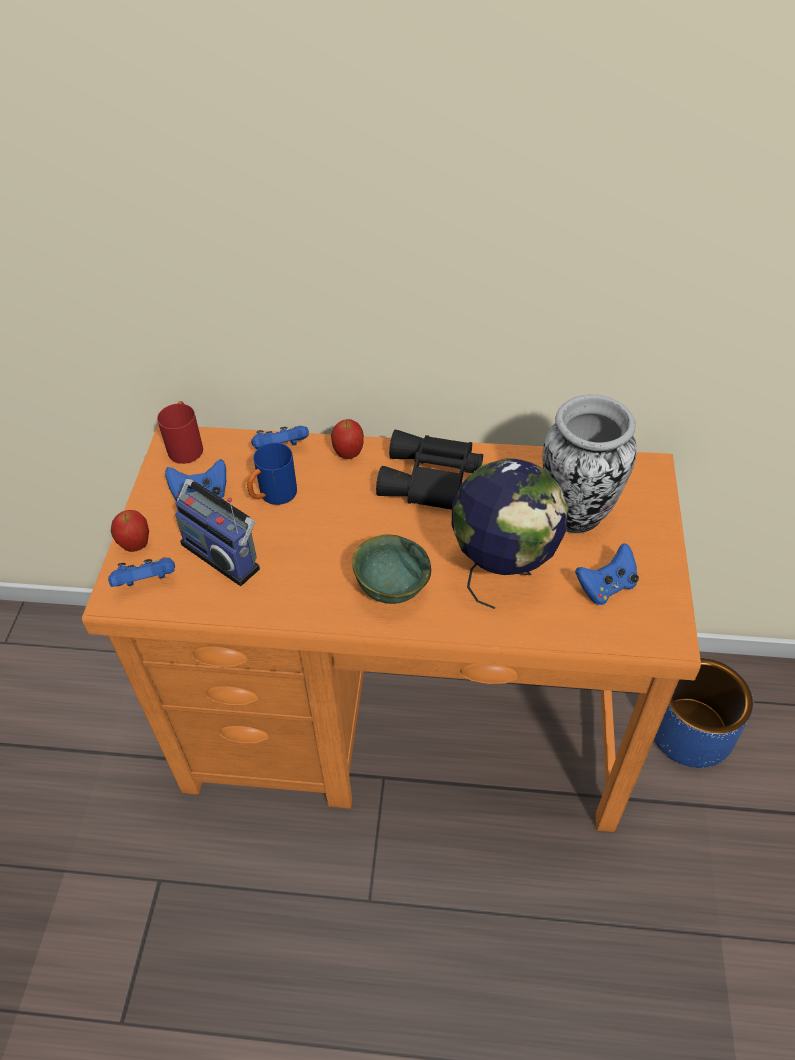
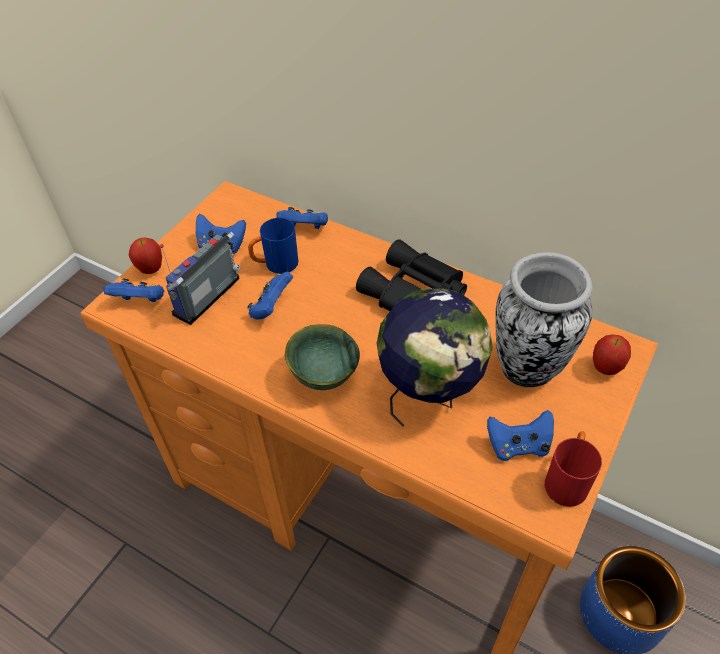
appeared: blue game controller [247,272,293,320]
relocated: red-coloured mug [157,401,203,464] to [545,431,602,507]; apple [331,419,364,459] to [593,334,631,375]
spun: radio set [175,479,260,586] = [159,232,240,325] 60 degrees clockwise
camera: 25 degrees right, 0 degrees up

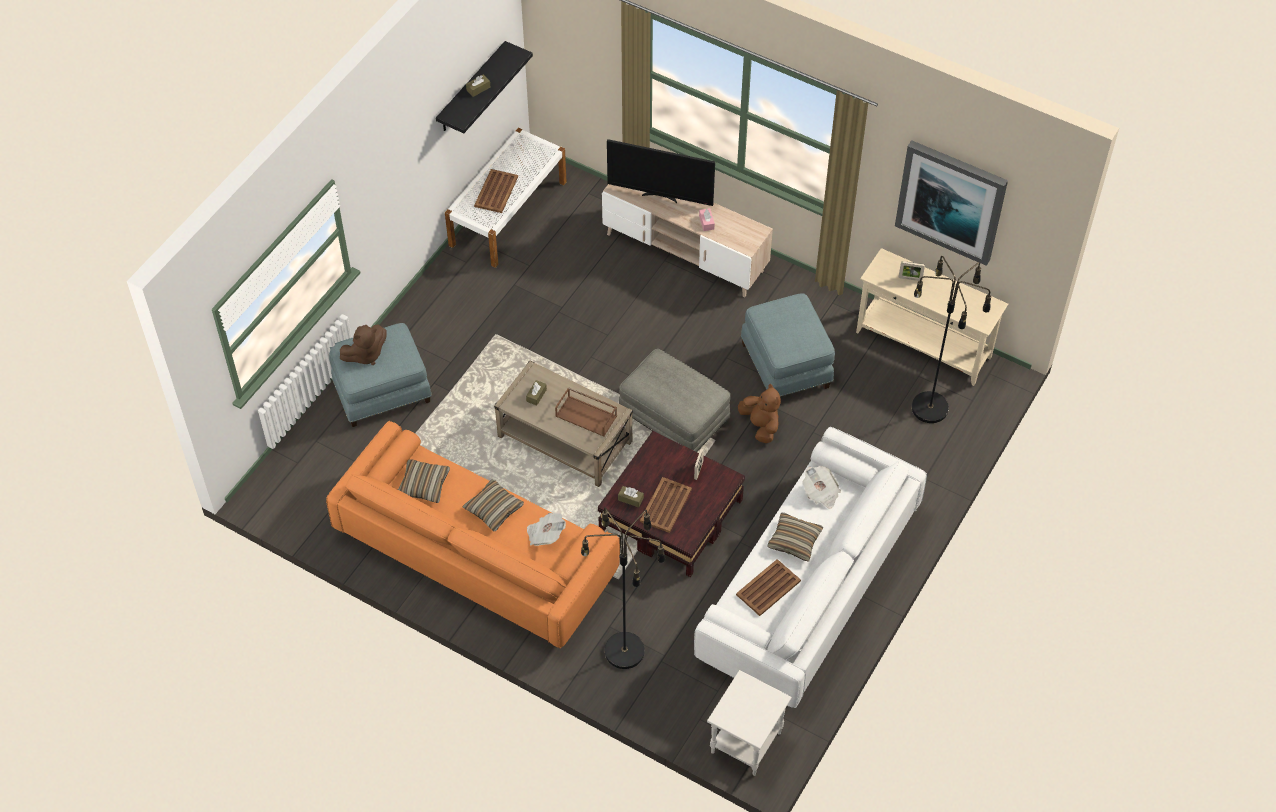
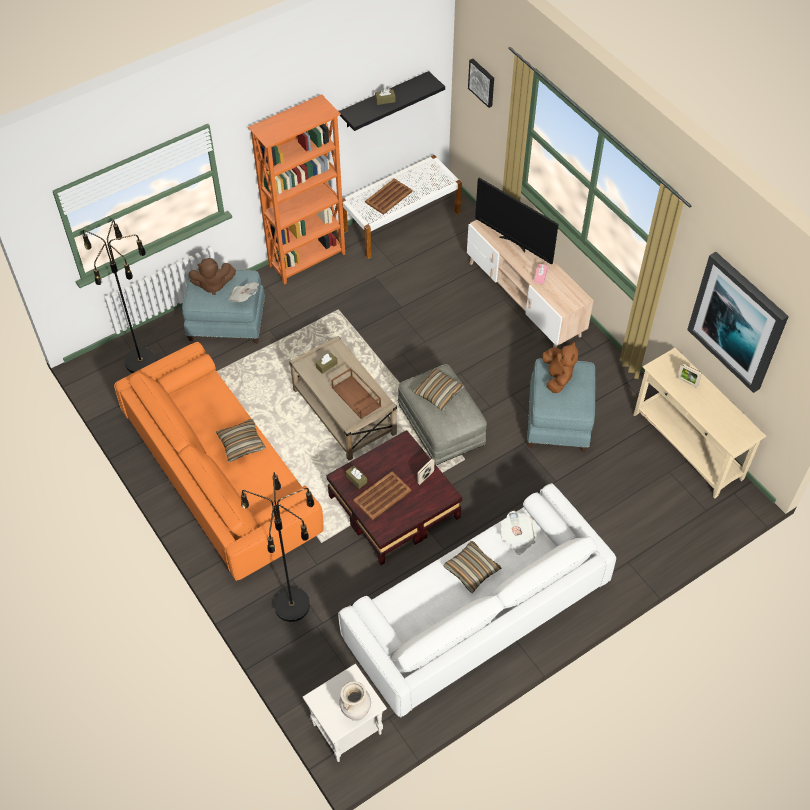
missing: brownish tray [736,559,801,616]
appeared: orange bookshelf [248,94,345,285]; beige vase [339,681,371,721]; wall picture [468,59,494,108]
relocated: cushion [398,459,450,503] to [412,368,464,411]; daily paper [527,513,566,546] to [228,282,259,302]; brownish soft toy [738,384,781,443] to [542,341,578,393]; standing lamp [912,256,991,423] to [82,220,157,373]
camera: 25 degrees right, 0 degrees up

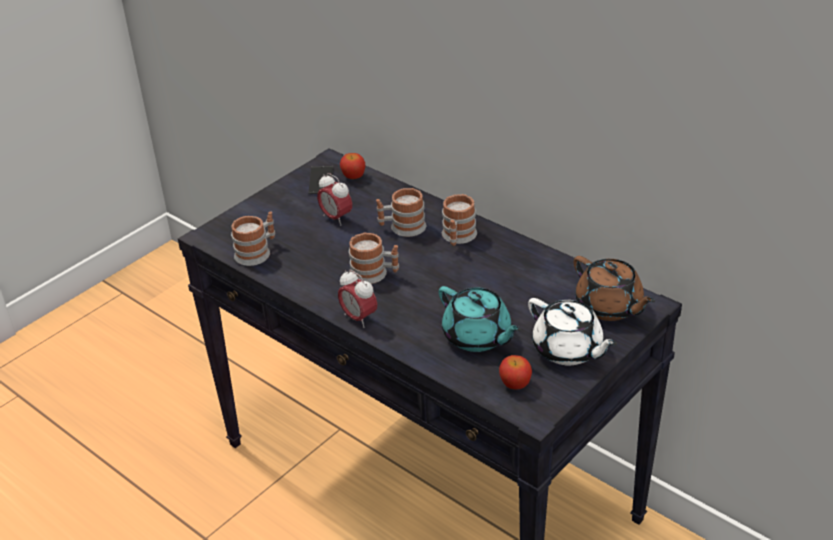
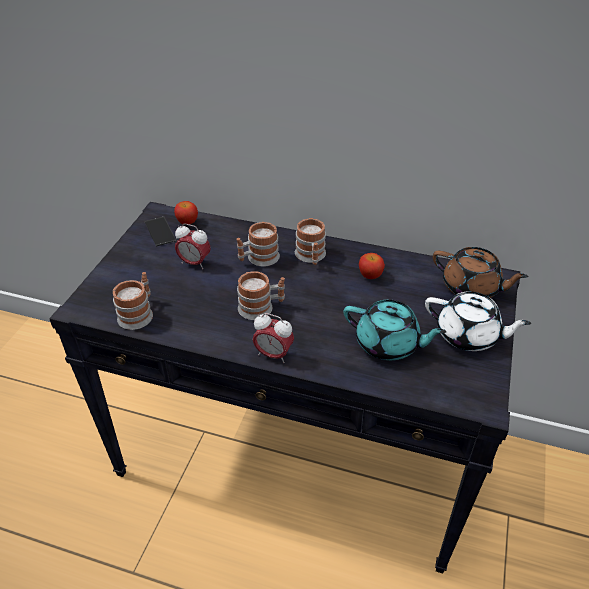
relocated: apple [499,355,532,389] to [359,253,385,279]
camera: 25 degrees left, 5 degrees up

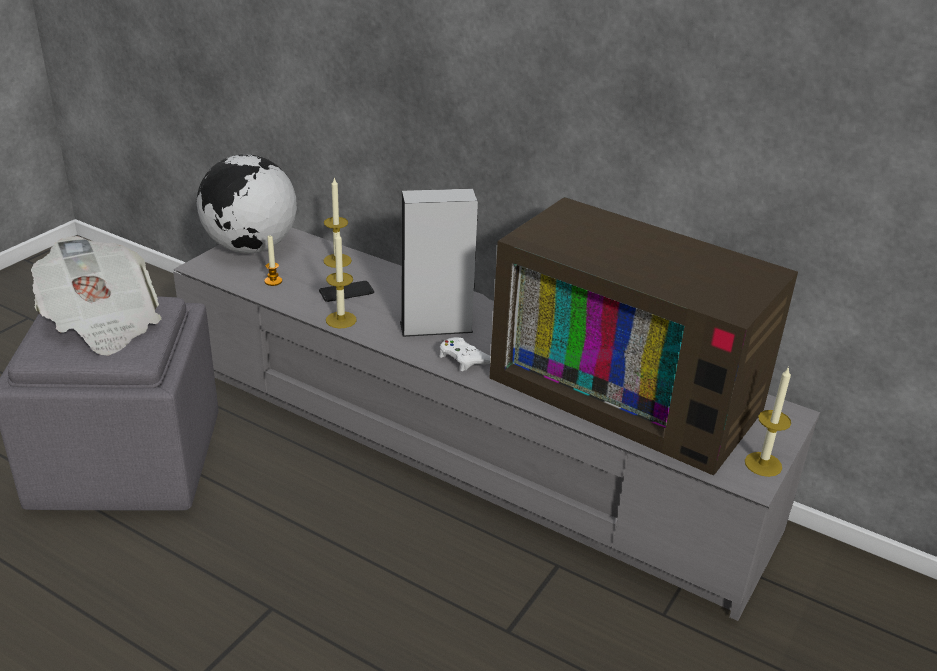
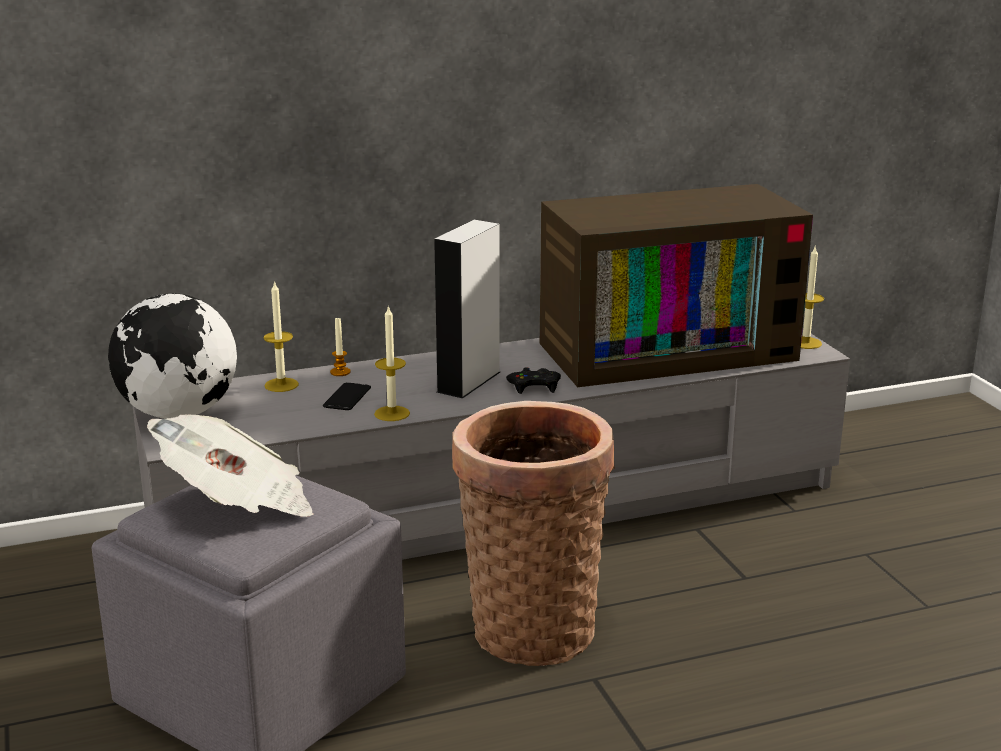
appeared: basket [452,401,615,666]
relocated: candle [264,235,282,286] to [330,316,351,376]
colour: whitish game controller [440,337,491,371] to blackish game controller [506,367,561,394]
camera: 50 degrees left, 10 degrees down

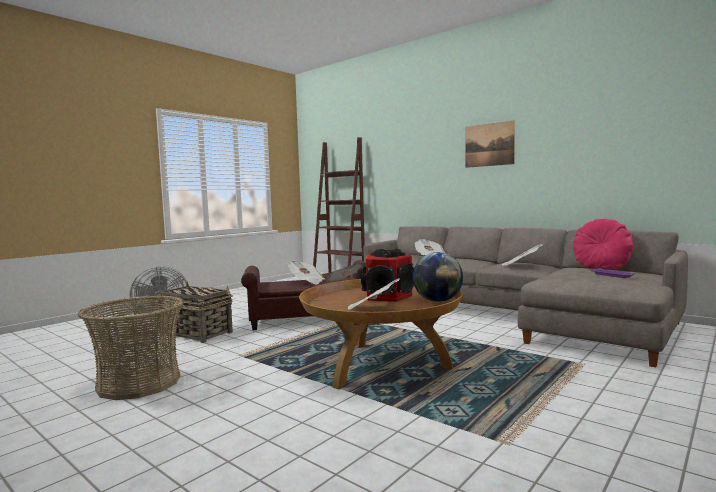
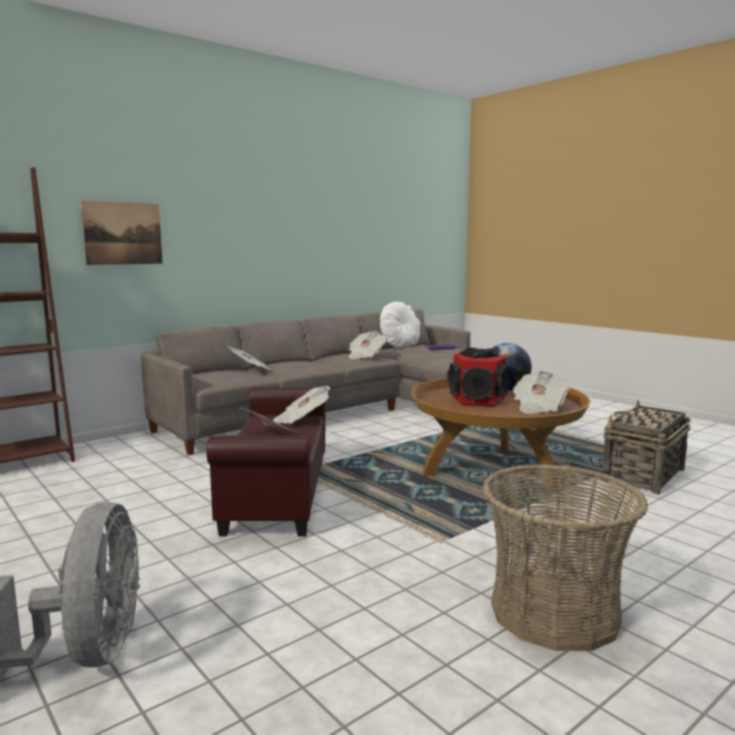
relocated: basket [157,281,233,343] to [602,399,691,494]; wall picture [465,120,515,168] to [81,201,163,265]
colour: pinkish cushion [573,219,634,269] to whitish cushion [380,302,420,348]
camera: 80 degrees left, 5 degrees up

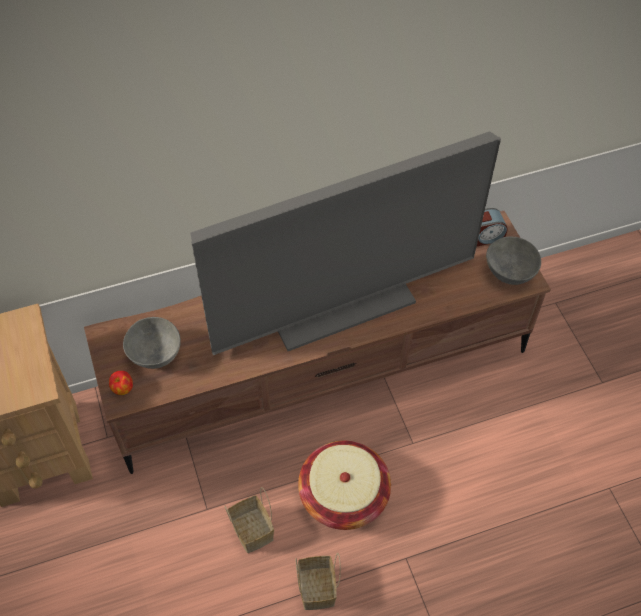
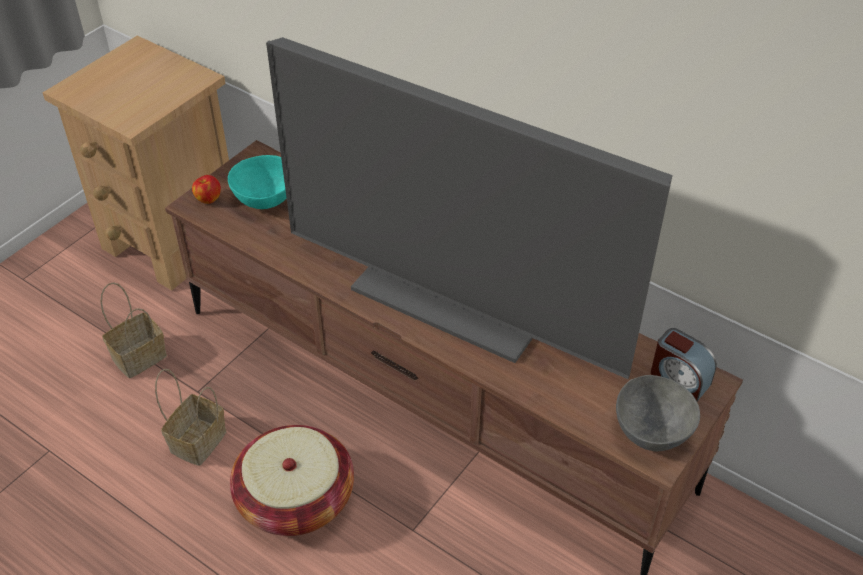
relocated: basket [296,553,341,610] to [100,282,167,378]
colour: greyish deep dish [123,317,181,369] to turquoise deep dish [228,155,286,209]
camera: 55 degrees right, 10 degrees down

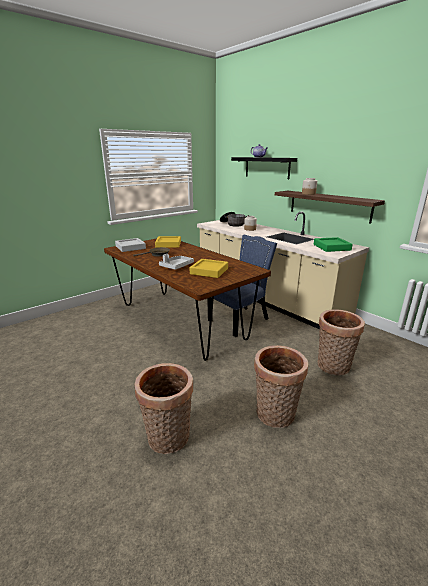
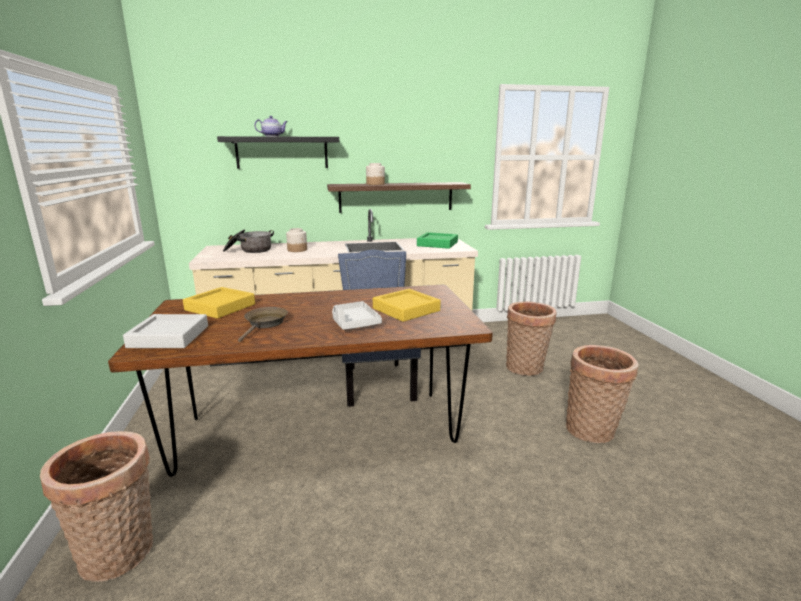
relocated: basket [135,363,193,454] to [40,431,153,582]
camera: 60 degrees left, 5 degrees down

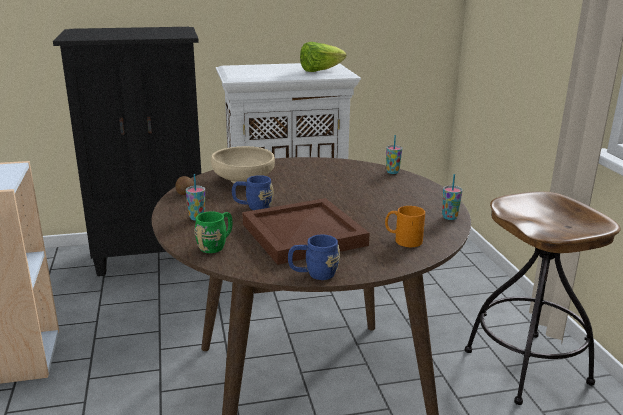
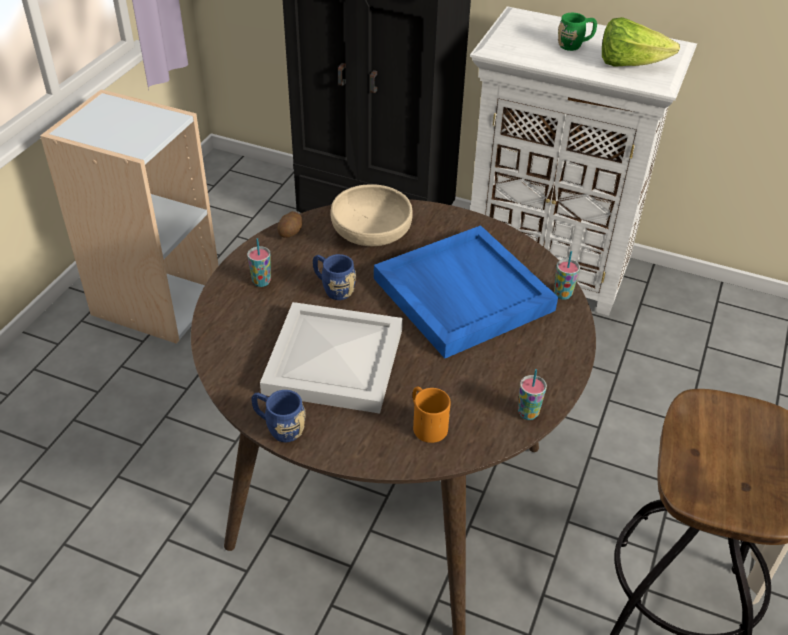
appeared: blue tray [374,225,558,359]
relocated: green mug [194,211,232,253] to [558,13,597,51]
colour: brownish tray [242,198,370,265] to whitish tray [260,302,403,414]
camera: 35 degrees right, 20 degrees up

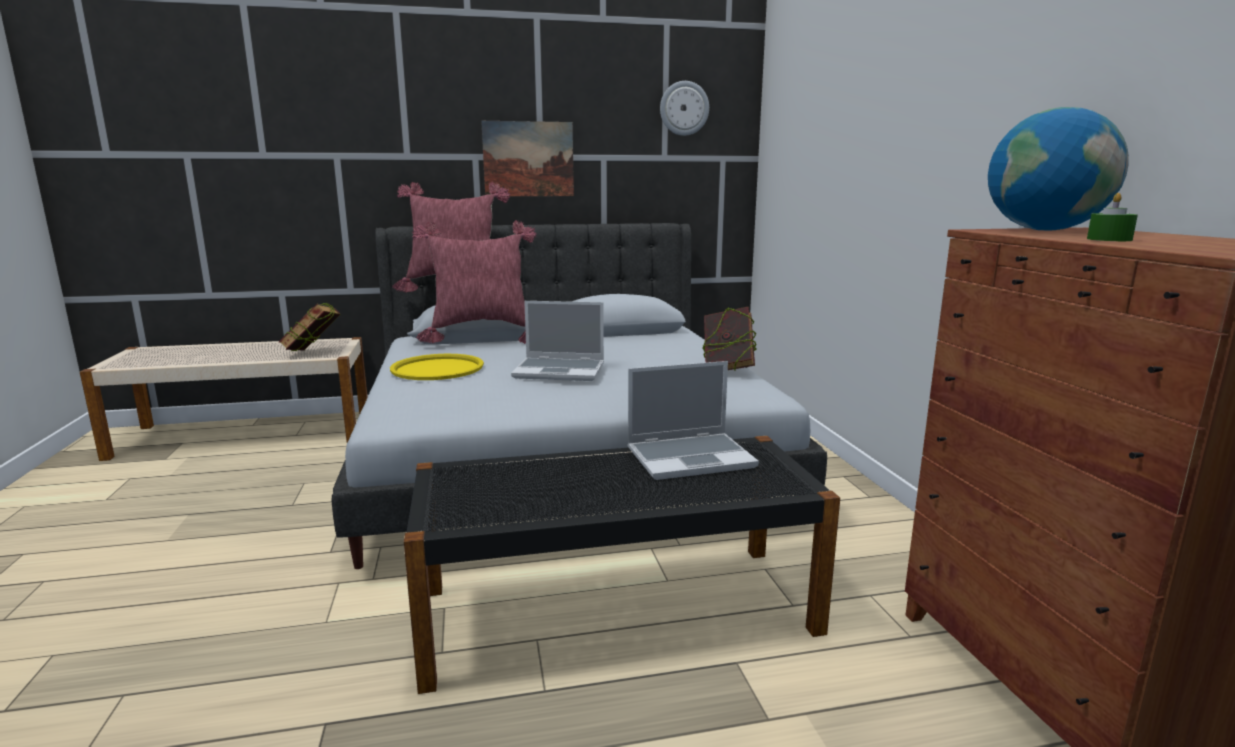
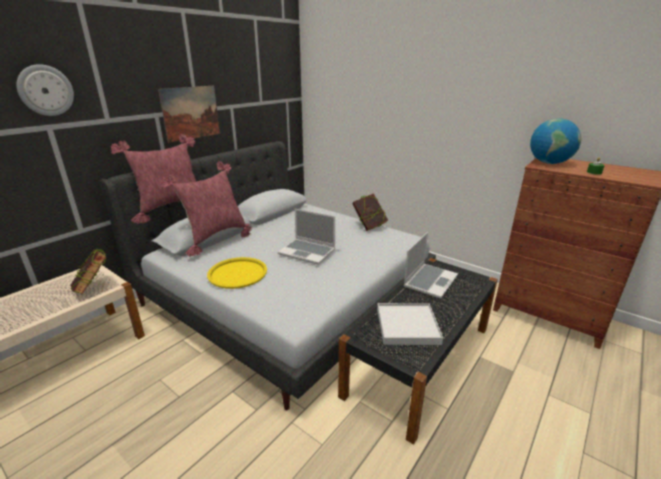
appeared: whitish tray [377,303,443,345]
relocated: clock on the wall [660,81,709,136] to [16,64,74,116]
spun: laptop [511,301,604,381] = [278,209,335,265] 60 degrees clockwise
camera: 40 degrees left, 10 degrees up

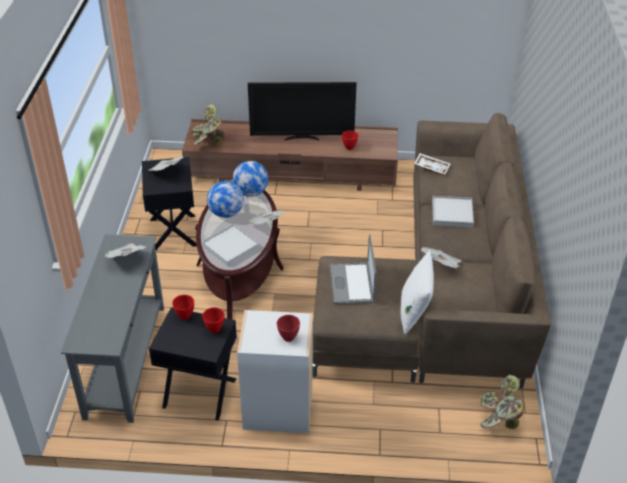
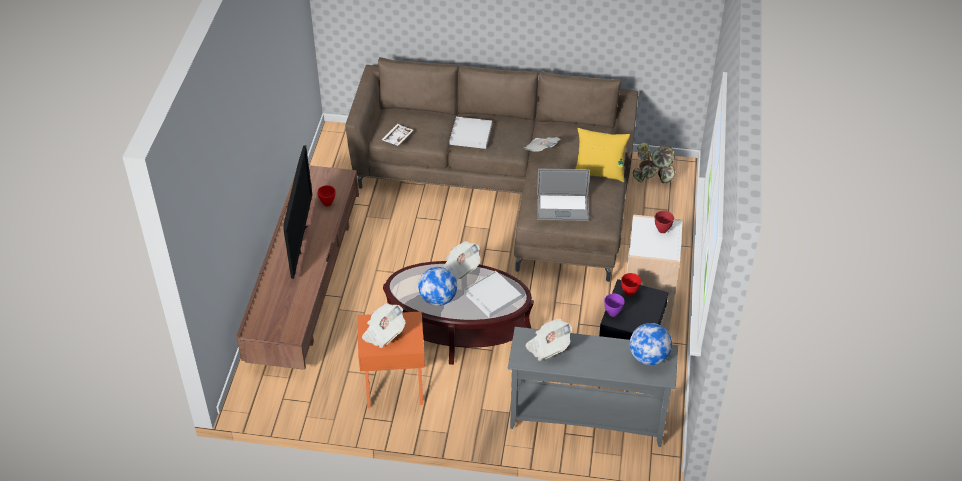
missing: houseplant [191,104,226,146]
relocated: globe [233,161,268,197] to [630,323,672,365]
colour: blackish end table [142,157,197,250] to orange end table [358,311,425,408]; red-coloured deep dish [172,295,194,320] to purple-coloured deep dish [604,293,625,317]; whitish cushion [400,250,434,334] to yellow cushion [575,128,630,182]
camera: 85 degrees left, 5 degrees up

